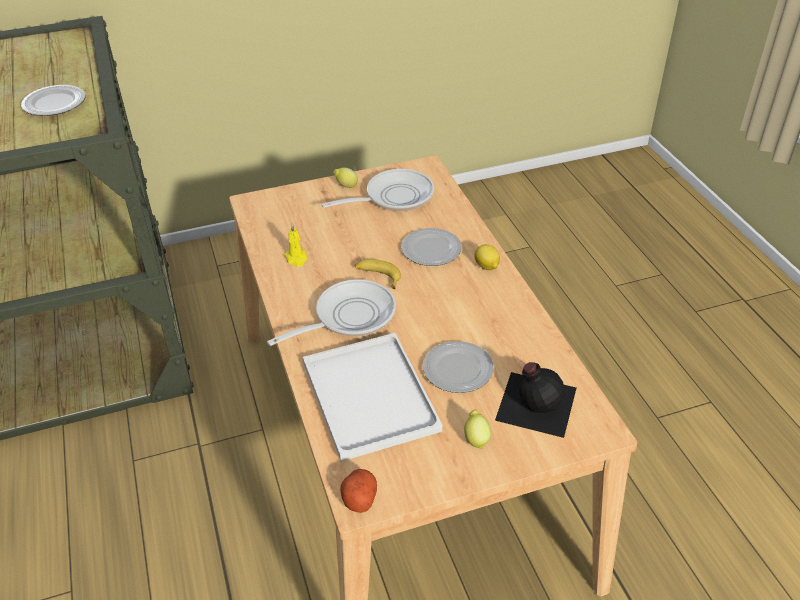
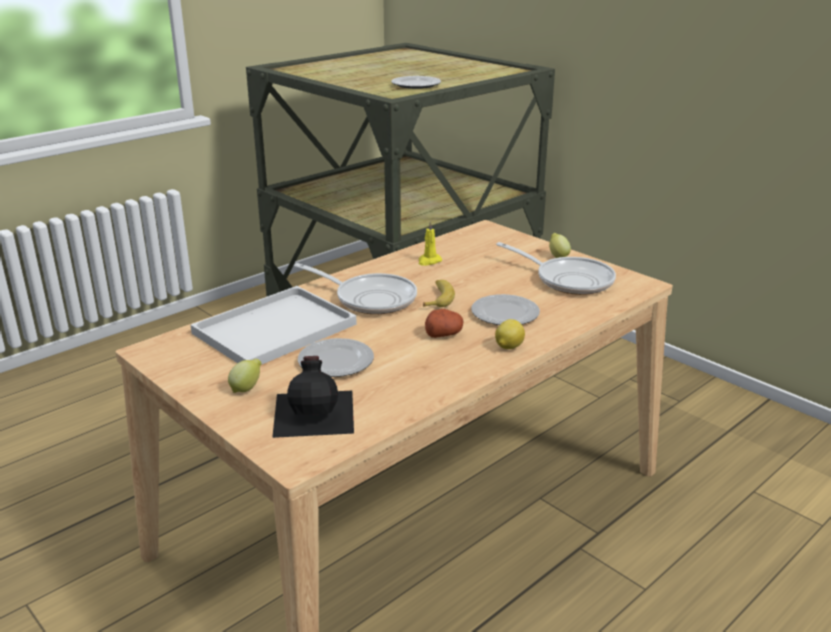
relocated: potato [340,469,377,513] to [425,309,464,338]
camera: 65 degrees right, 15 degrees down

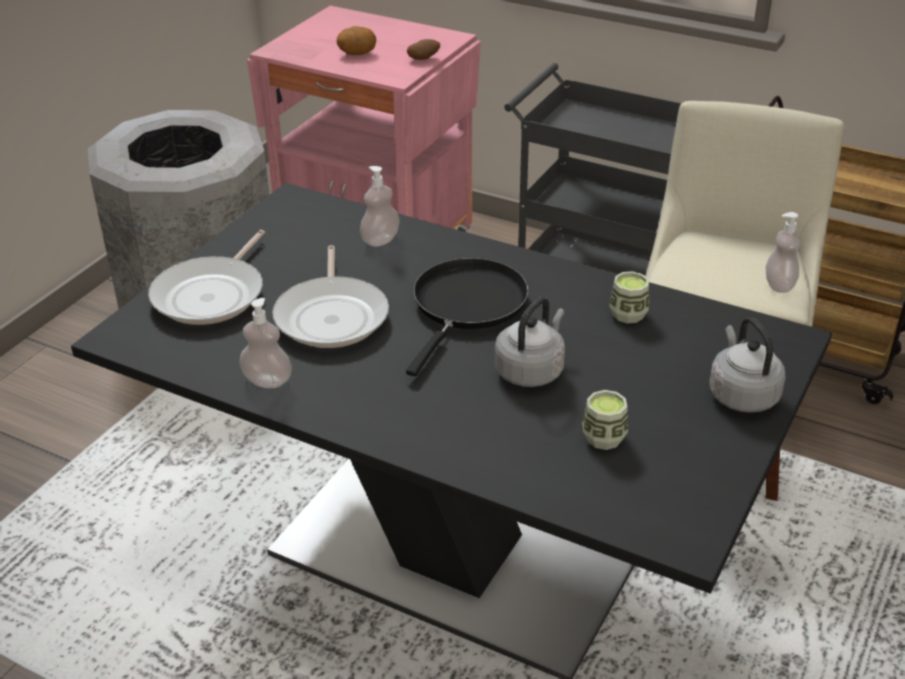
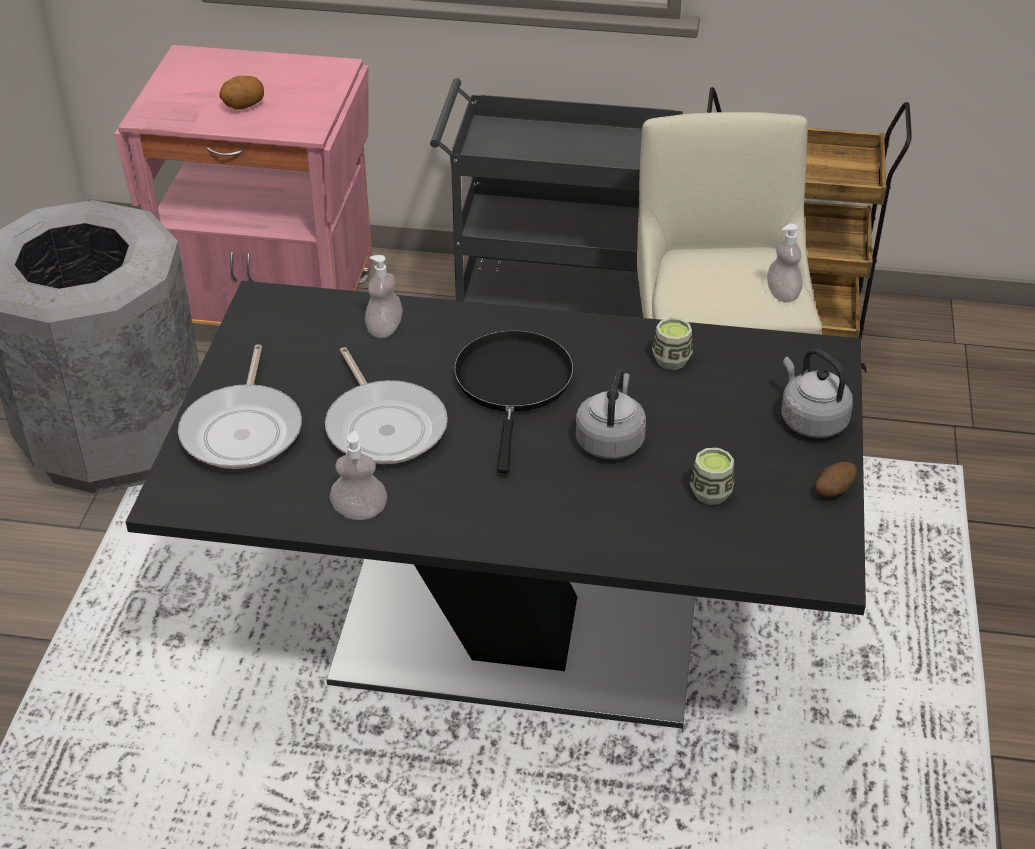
relocated: potato [407,39,440,60] to [815,462,857,497]
camera: 20 degrees left, 5 degrees up

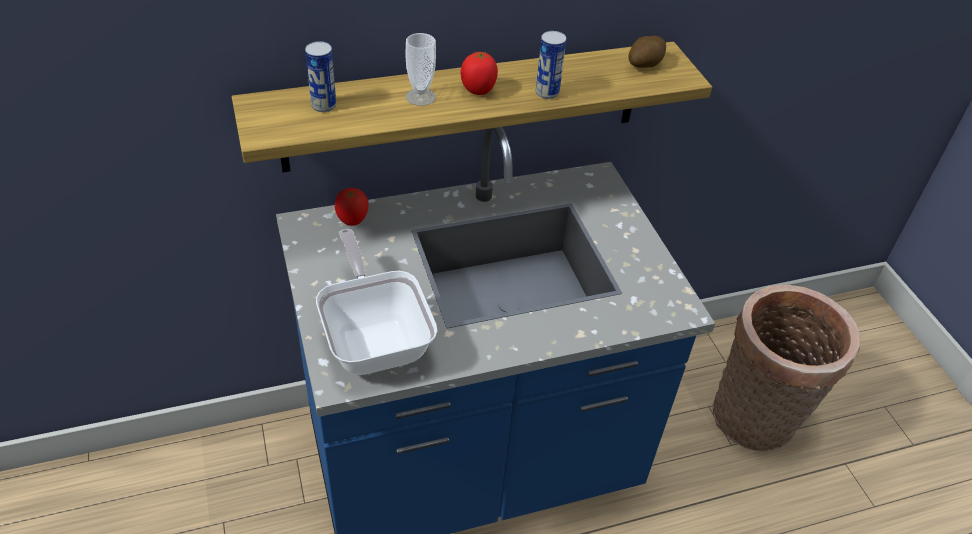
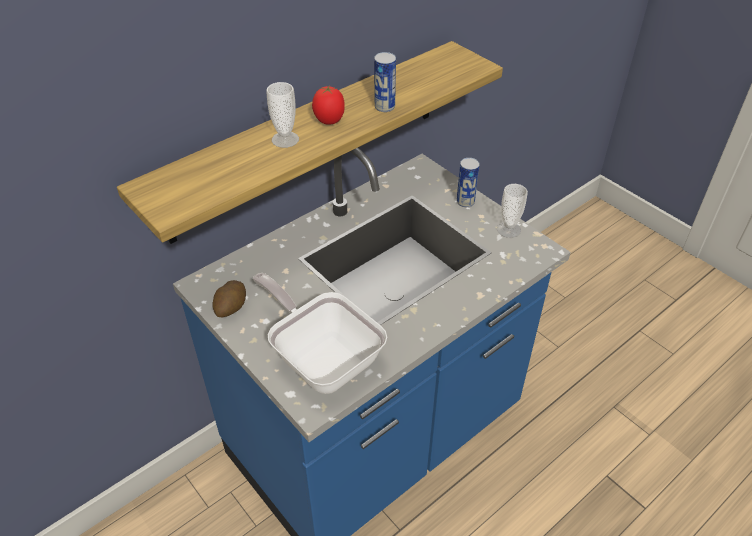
missing: fresh tomato [335,188,369,226]; basket [713,284,860,451]
appeared: small cup [497,184,528,238]
relocated: metal can [305,41,336,112] to [456,158,480,207]; potato [629,36,666,68] to [212,280,246,317]
camera: 20 degrees left, 0 degrees up

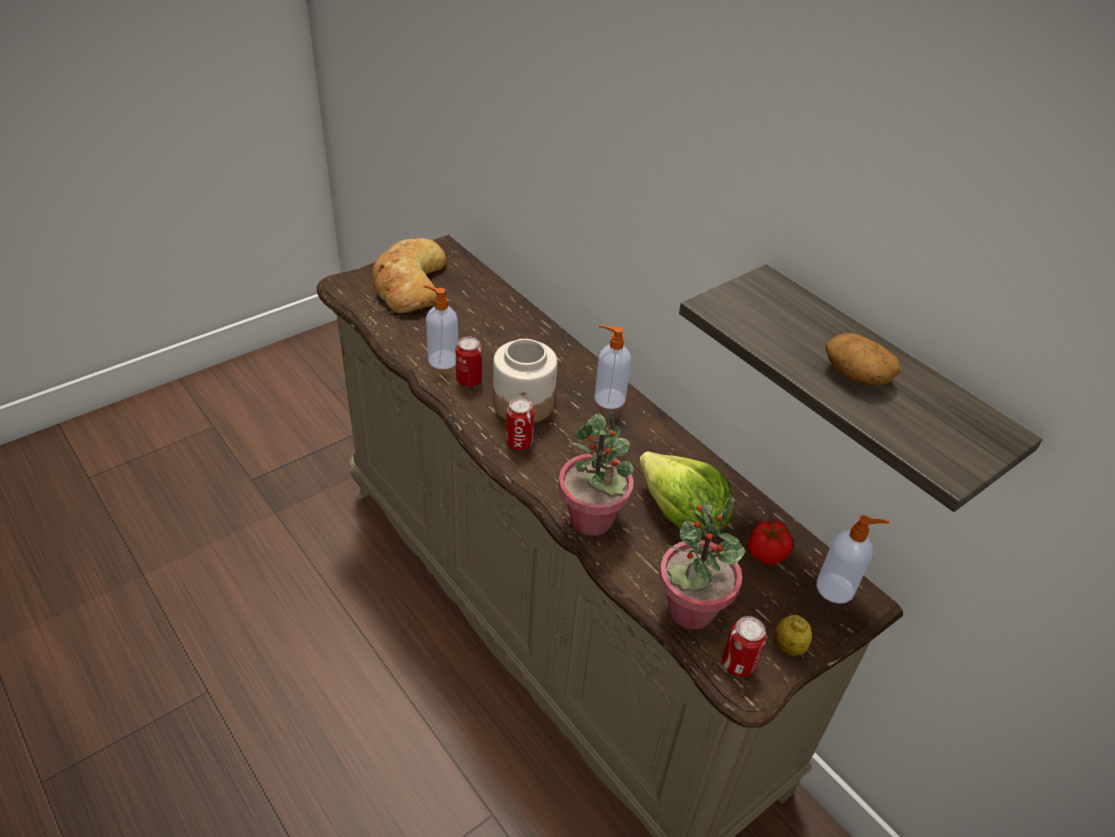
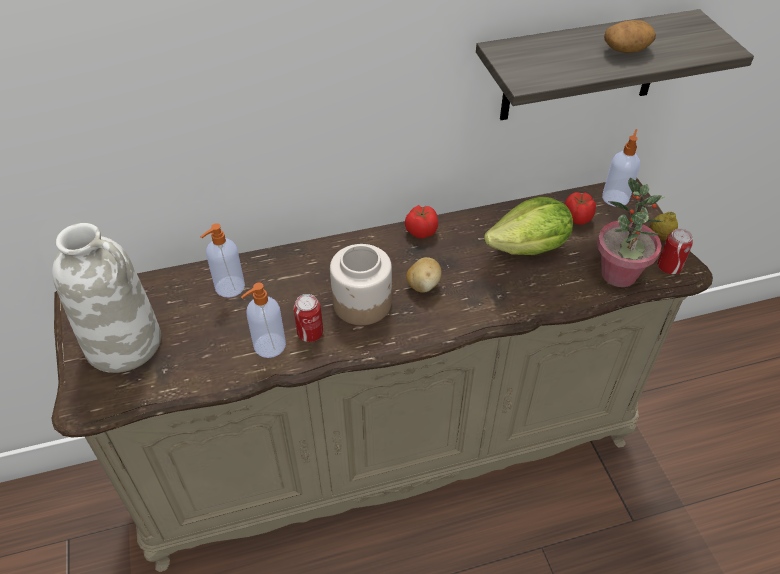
missing: metal can [506,397,535,450]; houseplant [558,413,634,536]
appeared: fresh tomato [405,205,438,238]; potato [406,257,442,293]
relocated: liquid soap bottle [594,325,631,409] to [201,223,245,298]
exchanged: bread [372,238,446,313] to whitish vase [52,223,161,373]
camera: 65 degrees left, 5 degrees up

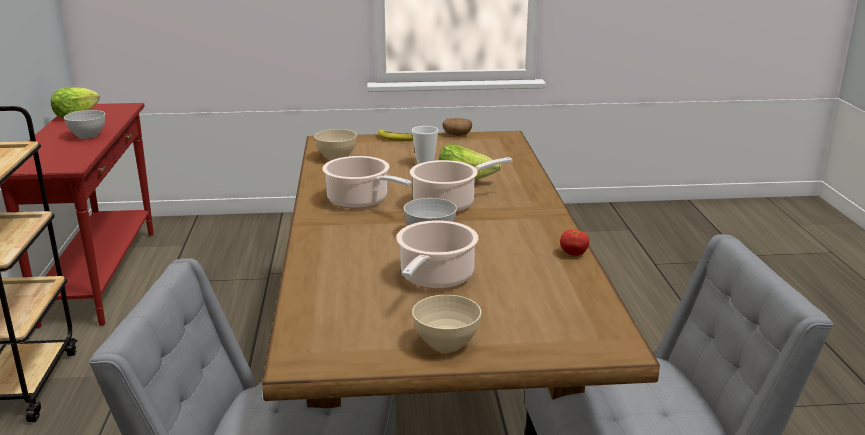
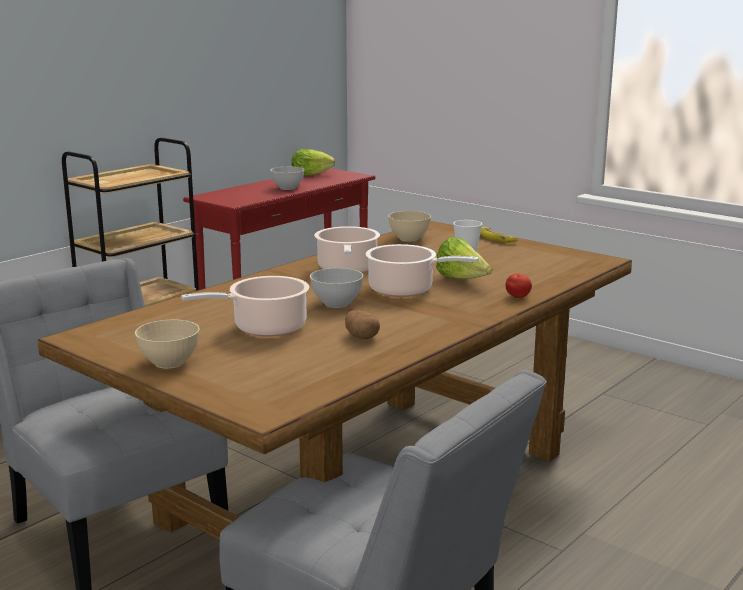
relocated: potato [442,118,472,136] to [345,310,380,339]; fresh tomato [560,229,589,256] to [505,273,532,298]
camera: 45 degrees right, 5 degrees down

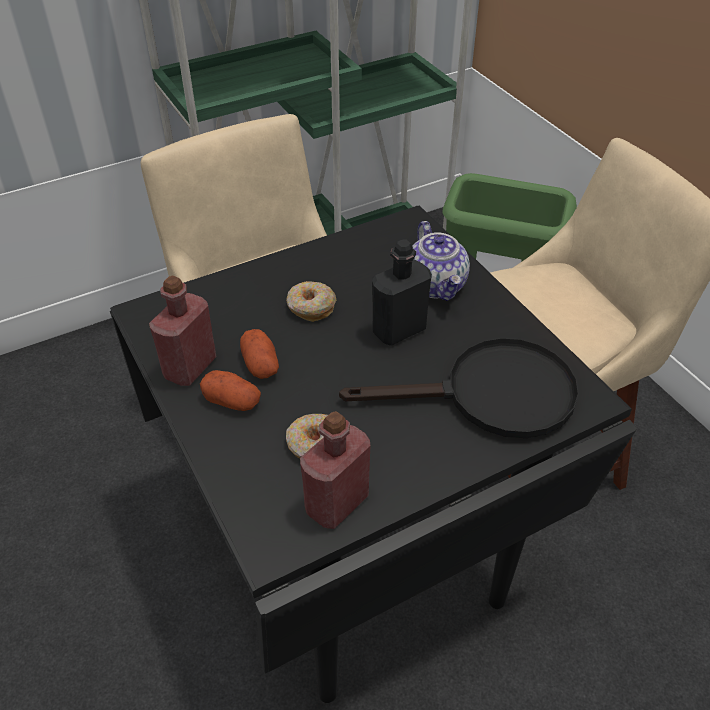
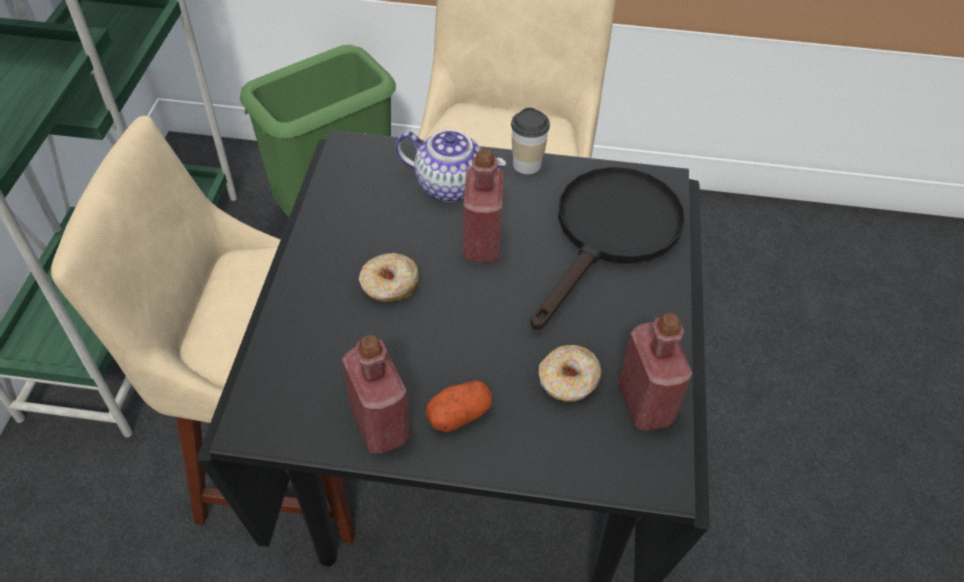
missing: potato [240,329,279,379]
appeared: small cup [511,108,550,174]
colour: blackish drink bottle [372,240,432,346] to red-coloured drink bottle [463,149,504,262]
camera: 55 degrees left, 5 degrees up

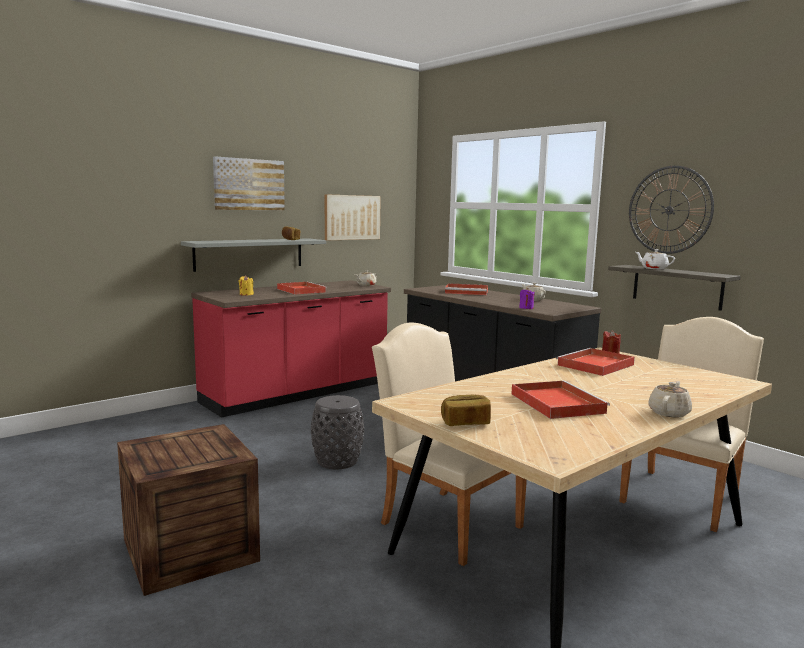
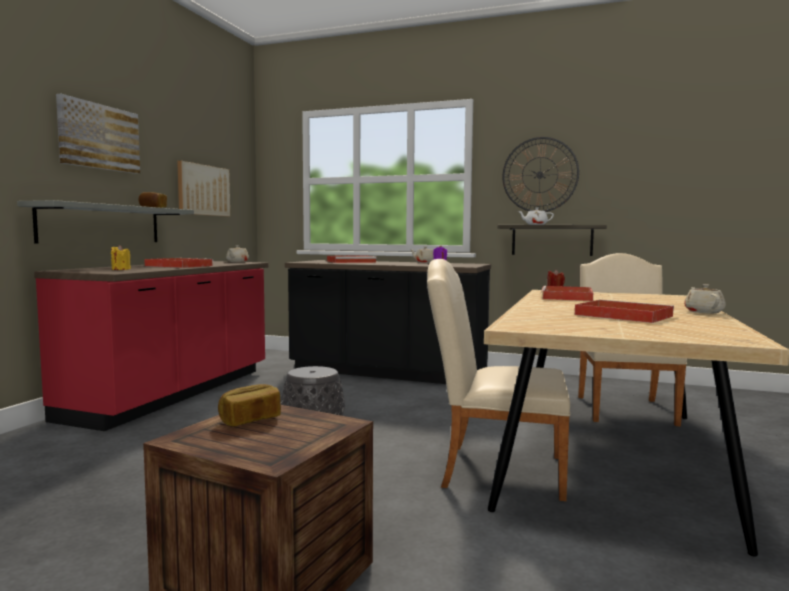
relocated: bread [441,395,491,426] to [218,384,281,426]
camera: 30 degrees left, 5 degrees down

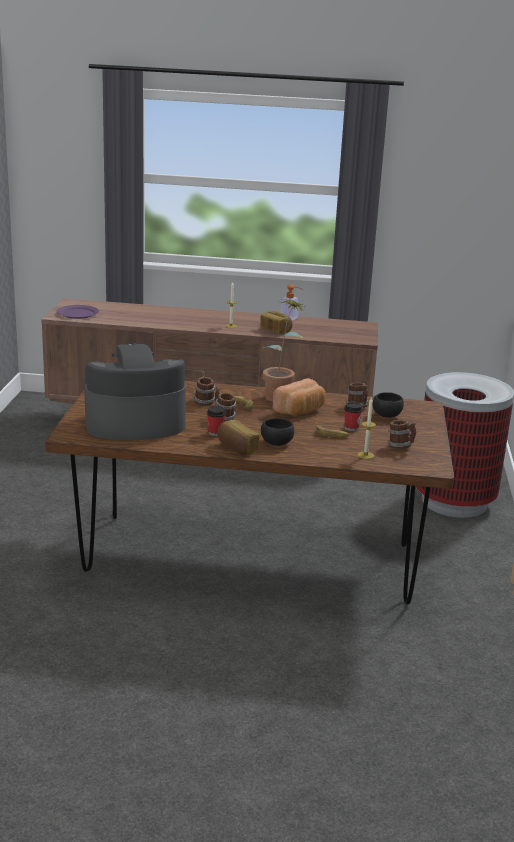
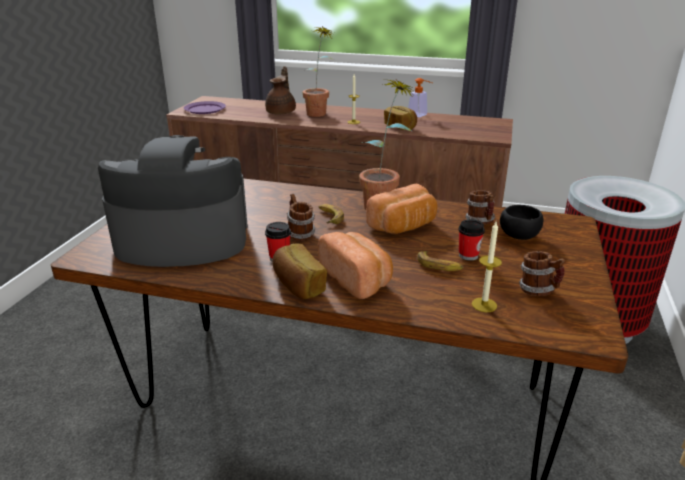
missing: mug [193,371,216,405]
appeared: brownish teapot [265,66,296,115]; houseplant [303,26,335,117]
exchanged: blackish deep dish [261,418,294,446] to bread [318,232,393,299]
camera: 10 degrees right, 5 degrees up

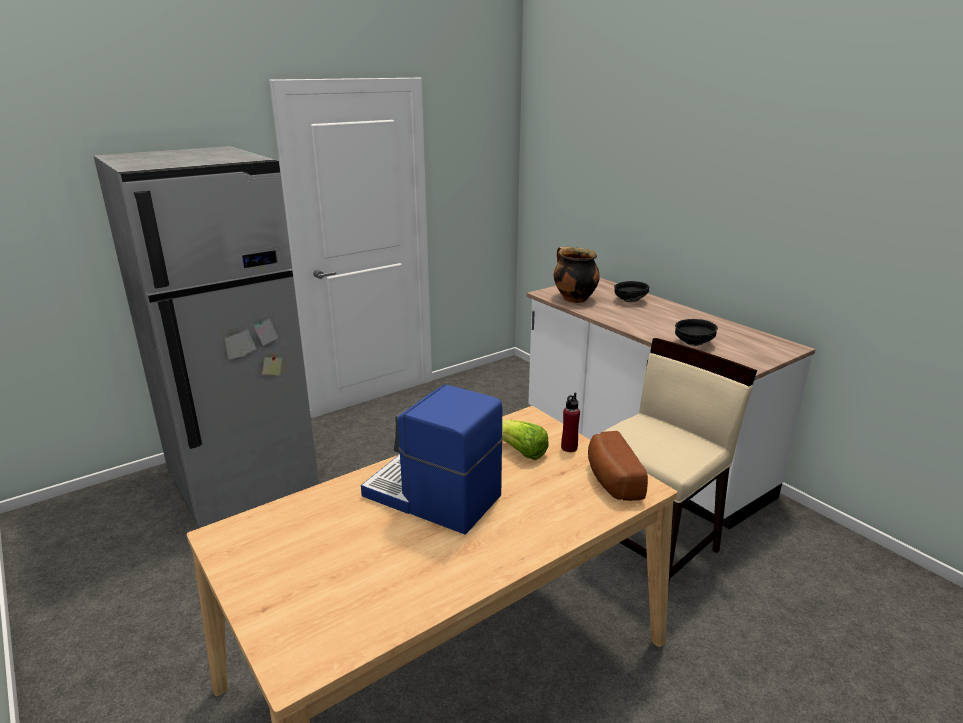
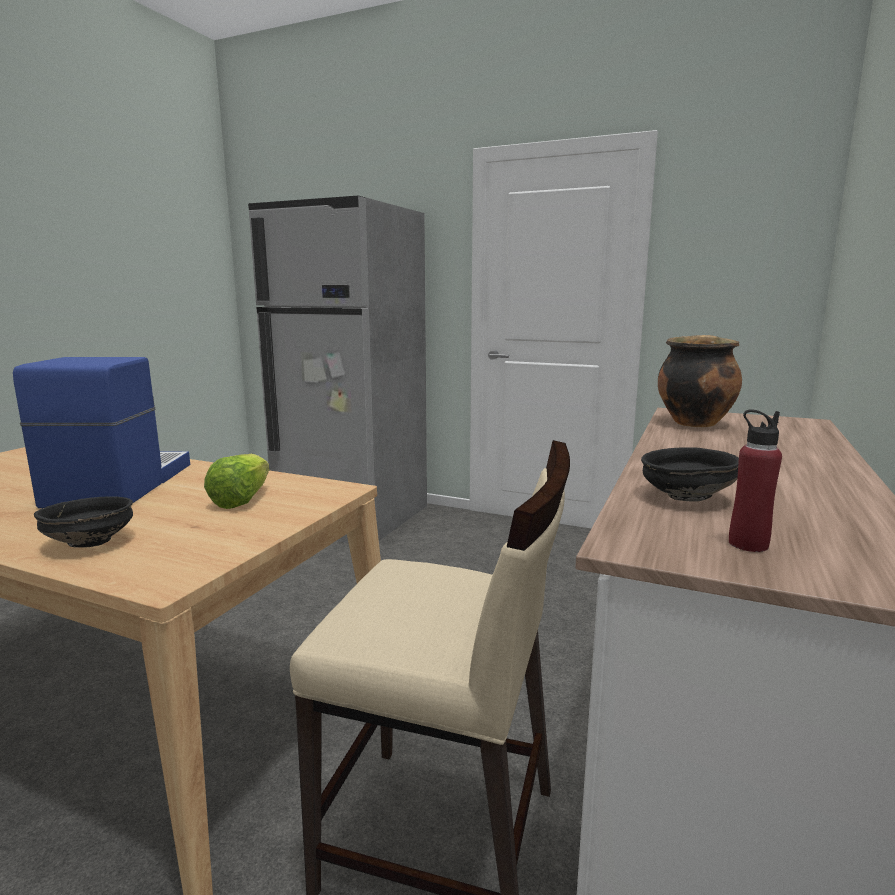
missing: bread [588,431,648,501]
relocated: red-coloured drink bottle [561,393,580,452] to [729,410,782,552]; blackish deep dish [614,281,649,302] to [34,496,133,548]
camera: 60 degrees right, 10 degrees down

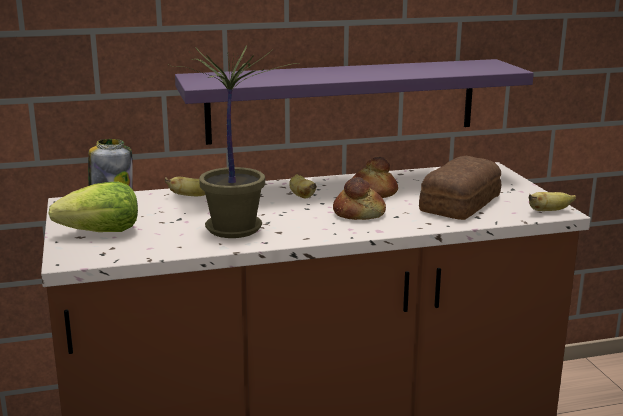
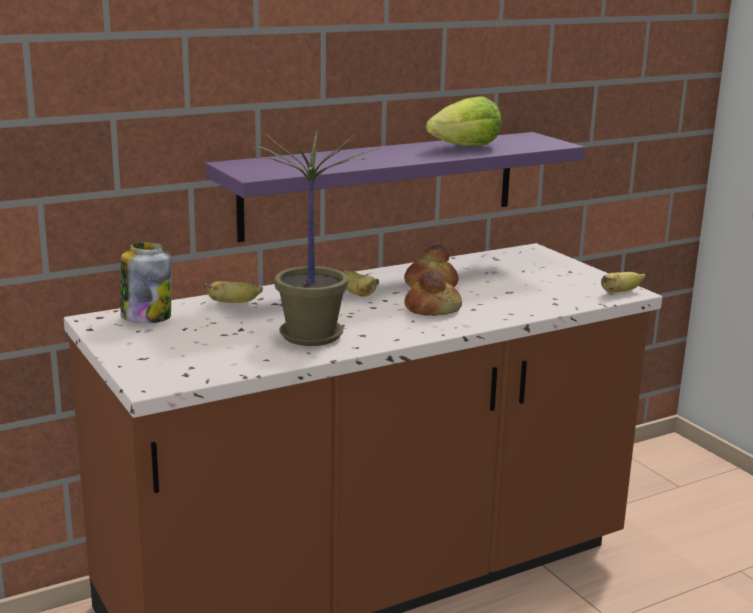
missing: bread [419,156,501,220]
relocated: lettuce [48,182,138,232] to [426,97,502,146]
camera: 15 degrees left, 0 degrees up

